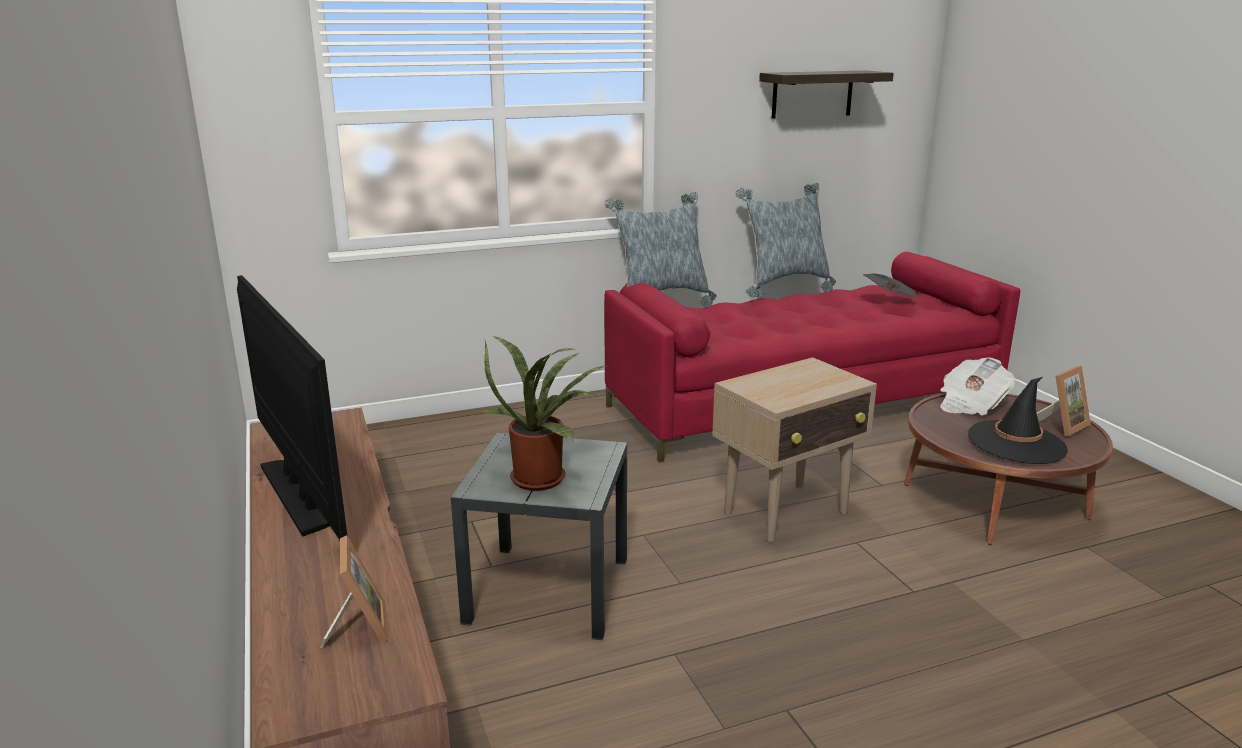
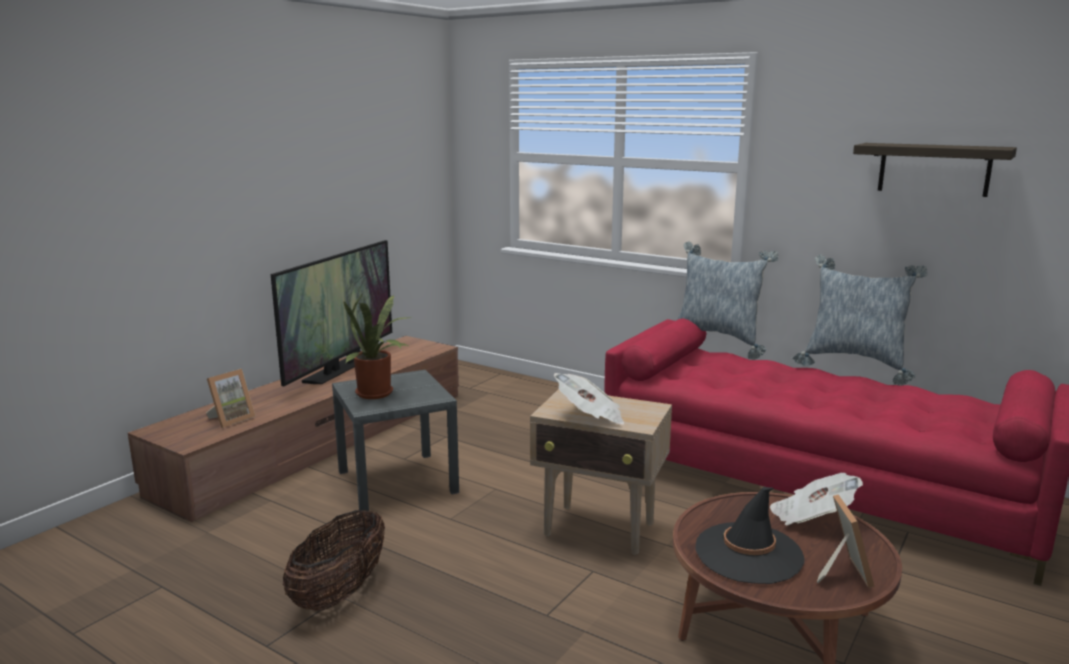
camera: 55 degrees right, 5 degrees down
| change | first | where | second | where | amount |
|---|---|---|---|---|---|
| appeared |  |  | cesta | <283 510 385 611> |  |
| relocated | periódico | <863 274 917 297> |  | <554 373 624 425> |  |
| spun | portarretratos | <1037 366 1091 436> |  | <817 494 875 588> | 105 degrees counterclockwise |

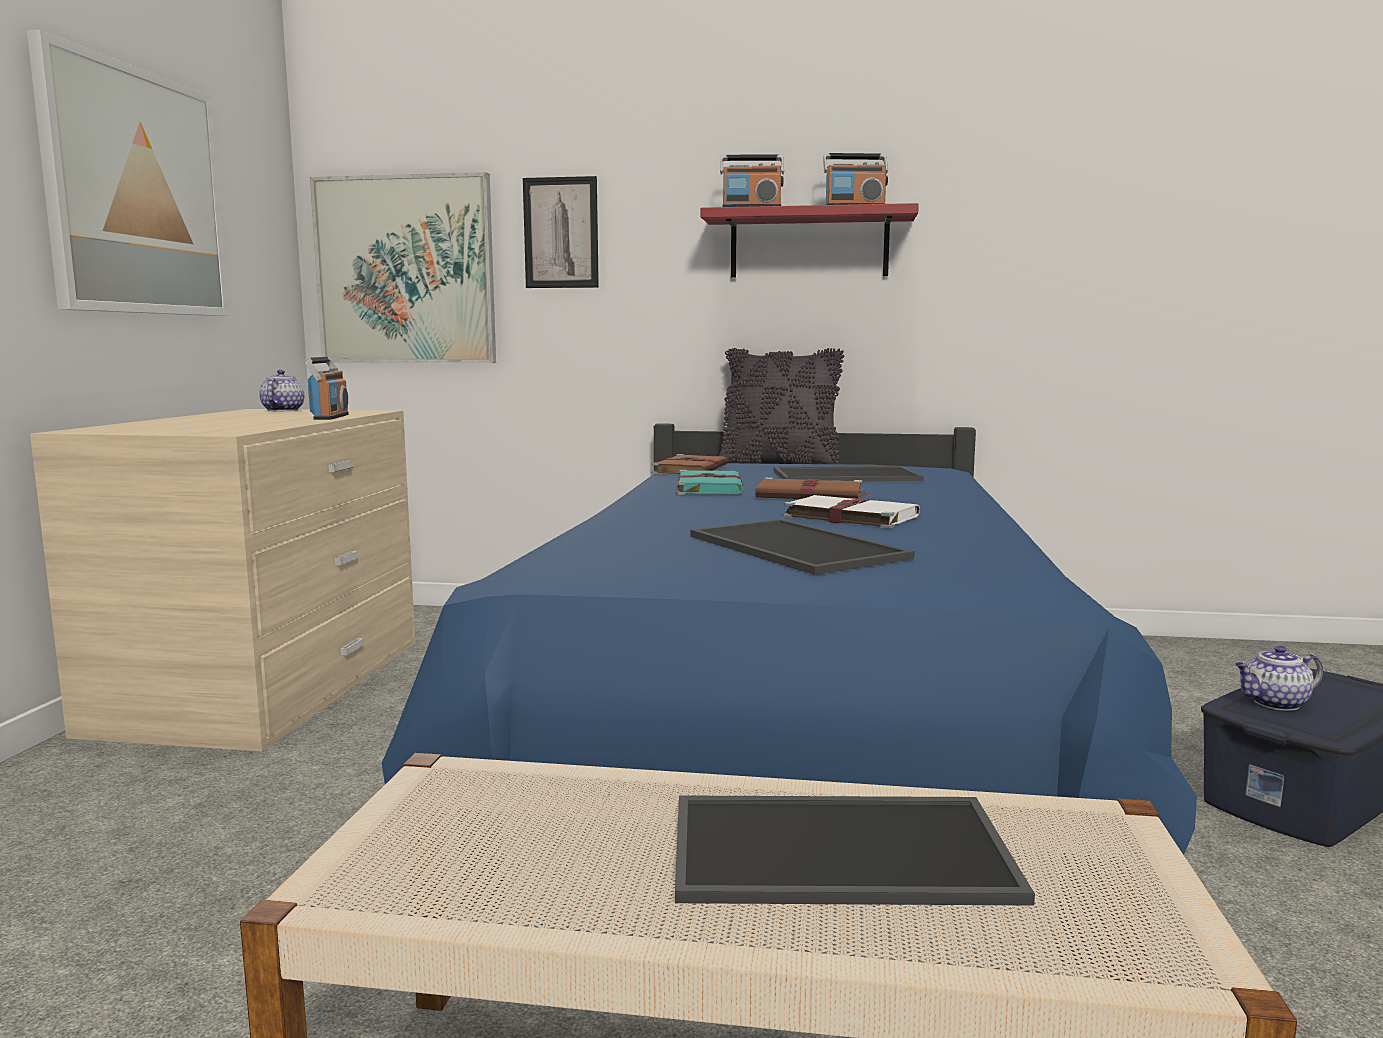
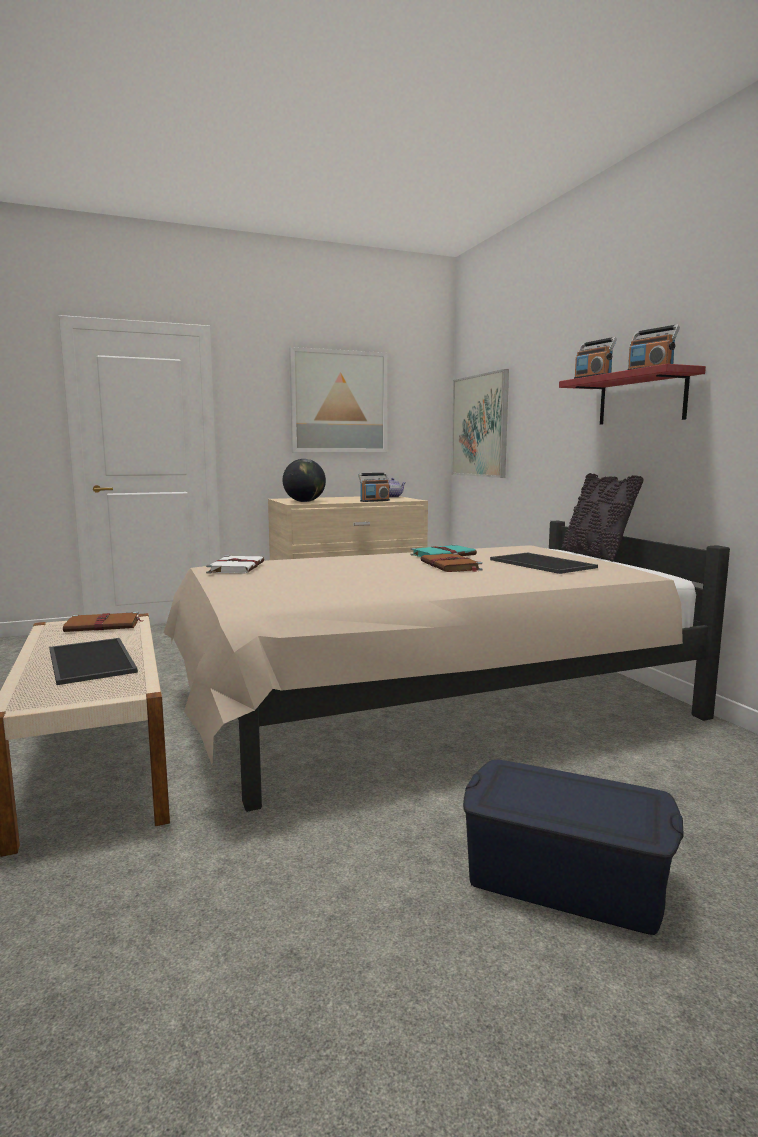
camera: 60 degrees right, 0 degrees up
| change | first | where | second | where | amount |
|---|---|---|---|---|---|
| relocated | libro (marrón) | <651 454 728 474> |  | <63 612 144 632> |  |
| colour | cama (azul) | <382 423 1197 967> | cama (beis) | <164 521 730 812> |  |
| relocated | libro (blanco) | <783 495 920 529> |  | <206 555 264 574> |  |
| appeared |  |  | globo terráqueo | <283 459 326 502> |  |
| missing | cuadro | <523 176 599 288> |  |  |  |
| missing | bandeja | <690 519 914 575> |  |  |  |
| missing | tetera | <1235 646 1323 711> |  |  |  |

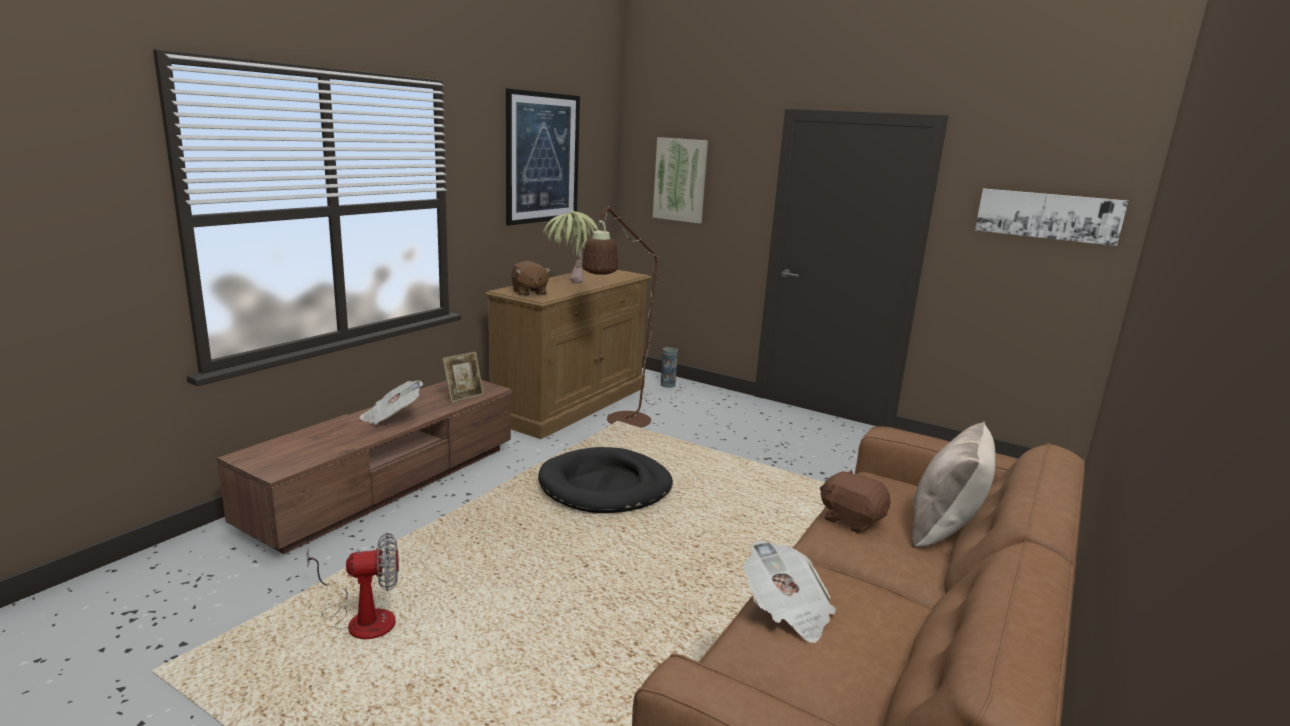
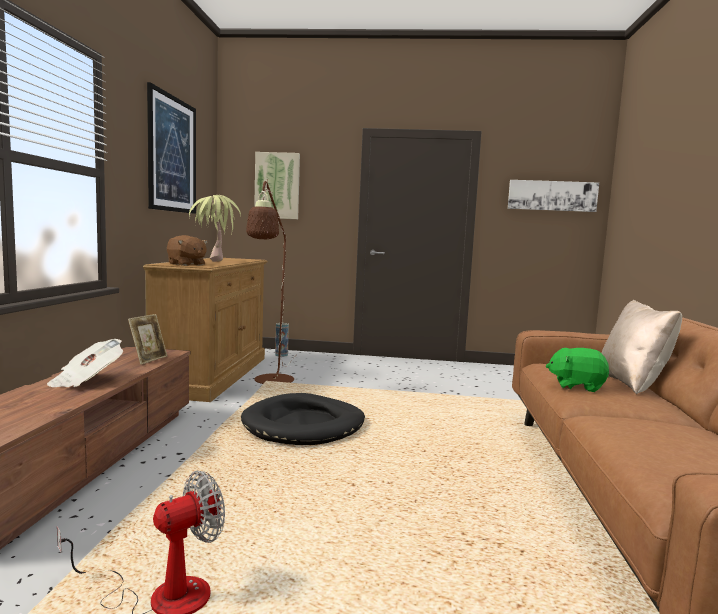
camera: 25 degrees left, 10 degrees down
| change | first | where | second | where | amount |
|---|---|---|---|---|---|
| colour | peluche (marrón) | <820 469 891 533> | peluche (verde) | <546 348 609 392> |  |
| missing | periódico | <743 540 836 643> |  |  |  |

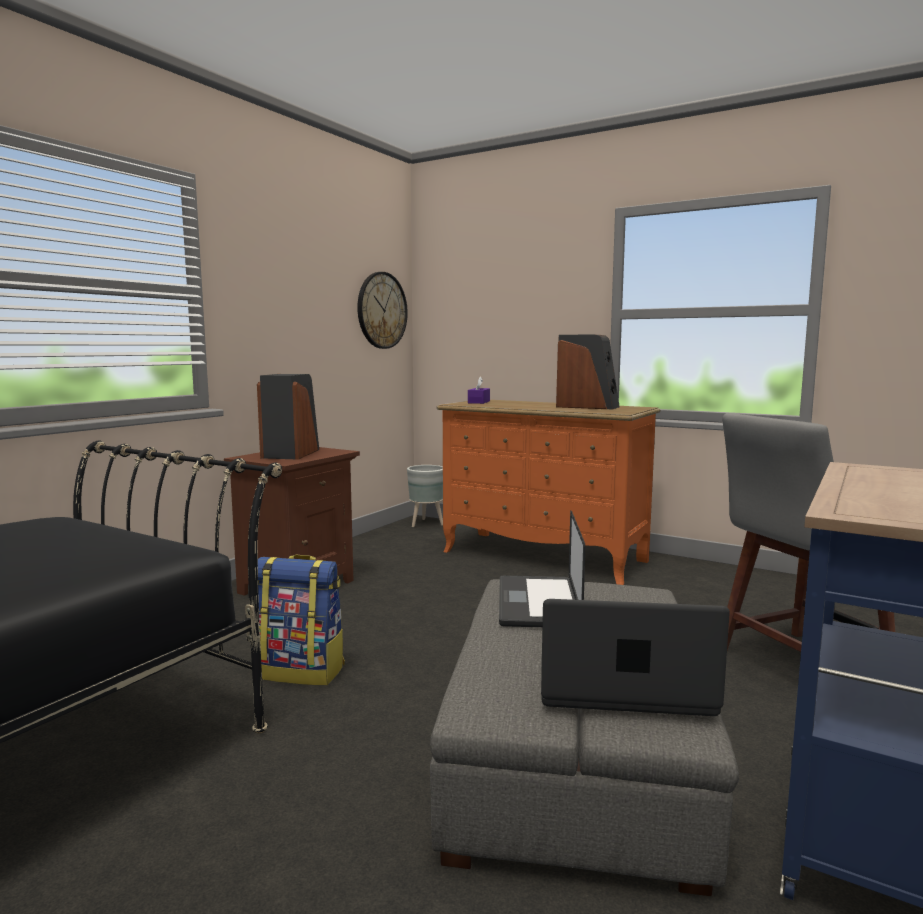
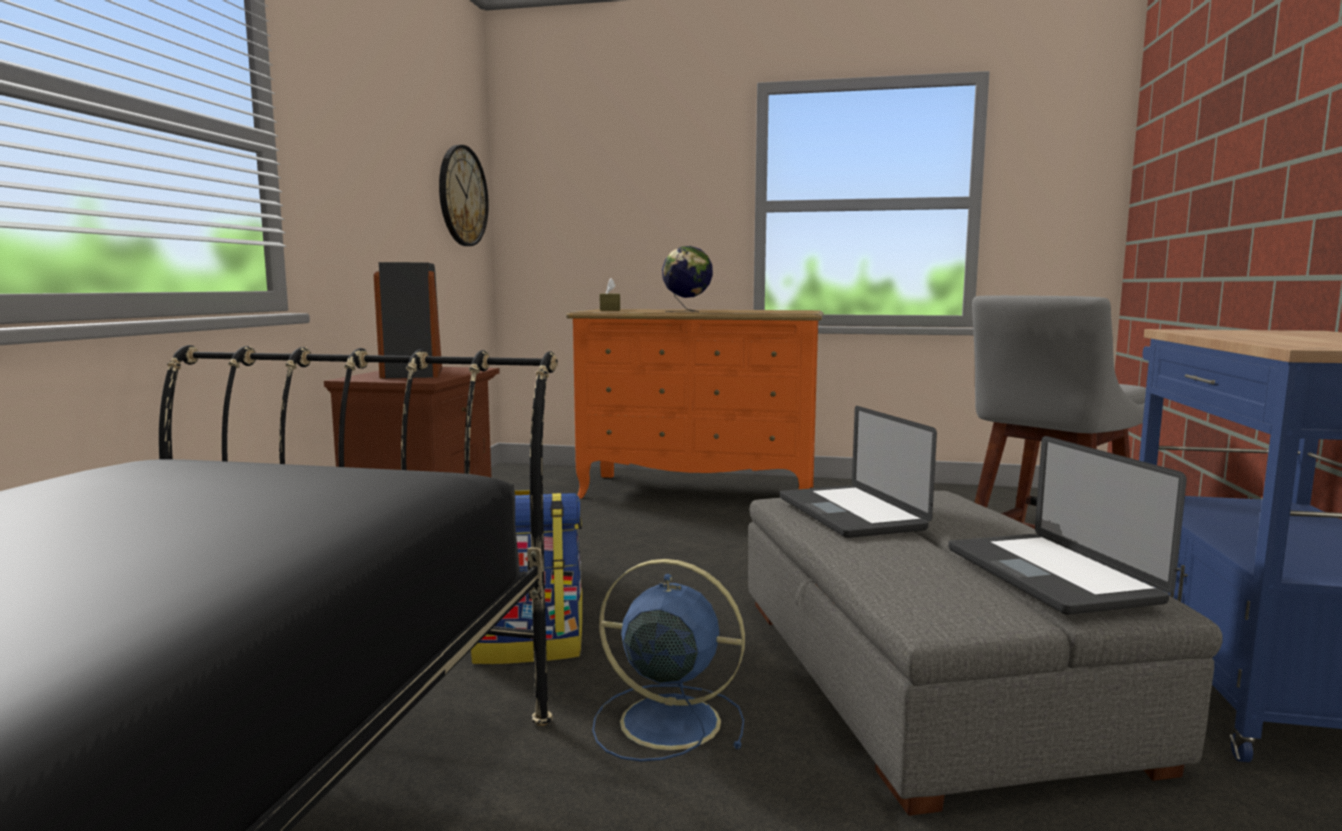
camera: 20 degrees left, 0 degrees up
| change | first | where | second | where | amount |
|---|---|---|---|---|---|
| appeared |  |  | ventilador (azul) | <592 559 745 761> |  |
| colour | caja de pañuelos (morado) | <468 376 490 404> | caja de pañuelos (marrón) | <600 278 620 311> |  |
| appeared |  |  | globo terráqueo | <662 246 713 312> |  |
| spun | portátil | <541 599 730 716> |  | <948 436 1187 615> | 90 degrees counterclockwise |
| missing | maceta (gris) | <407 465 443 527> |  |  |  |
| missing | altavoz | <556 335 620 410> |  |  |  |

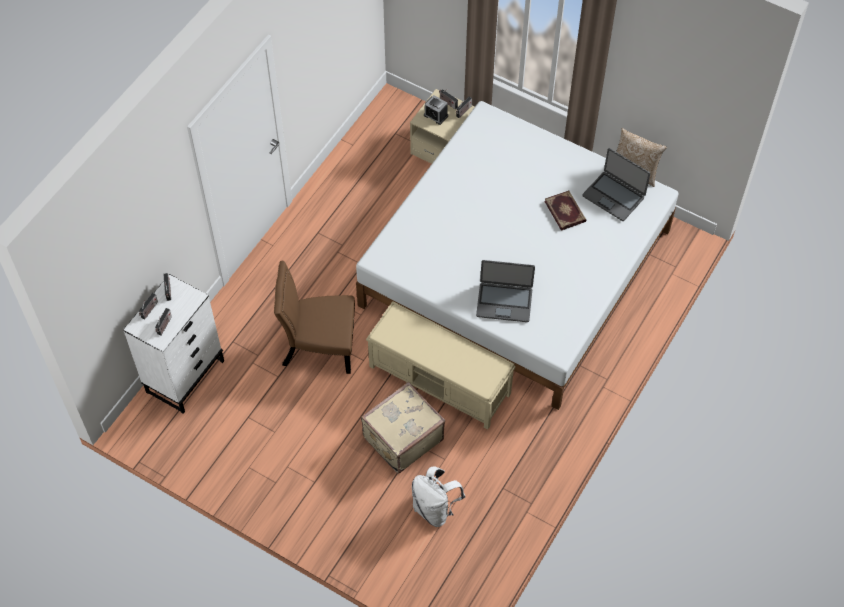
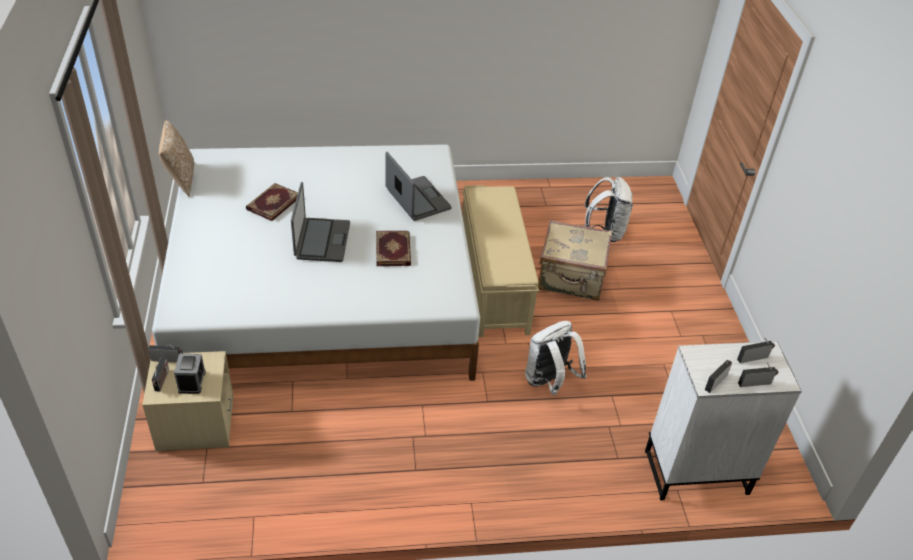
camera: 130 degrees left, 15 degrees down
| change | first | where | second | where | amount |
|---|---|---|---|---|---|
| relocated | portátil | <583 148 650 221> |  | <291 182 350 262> |  |
| appeared |  |  | libro | <376 230 411 266> |  |
| exchanged | silla (marrón) | <274 261 355 374> | mochila (blanco) | <525 321 587 395> |  |

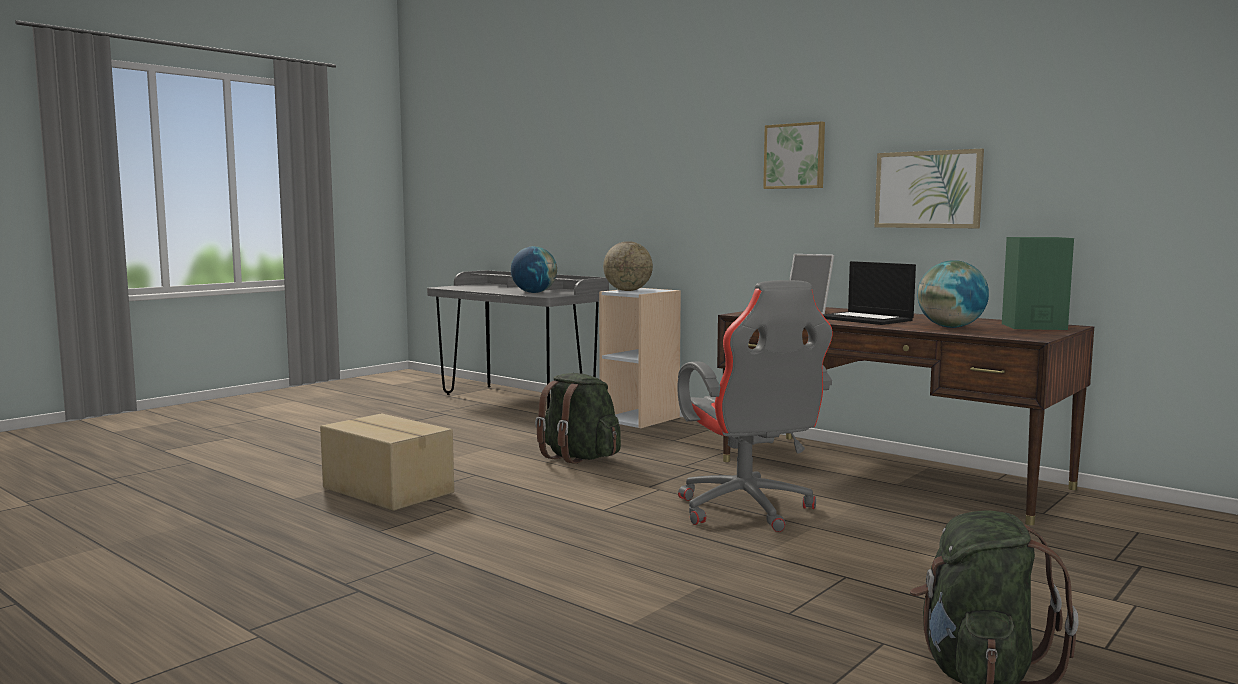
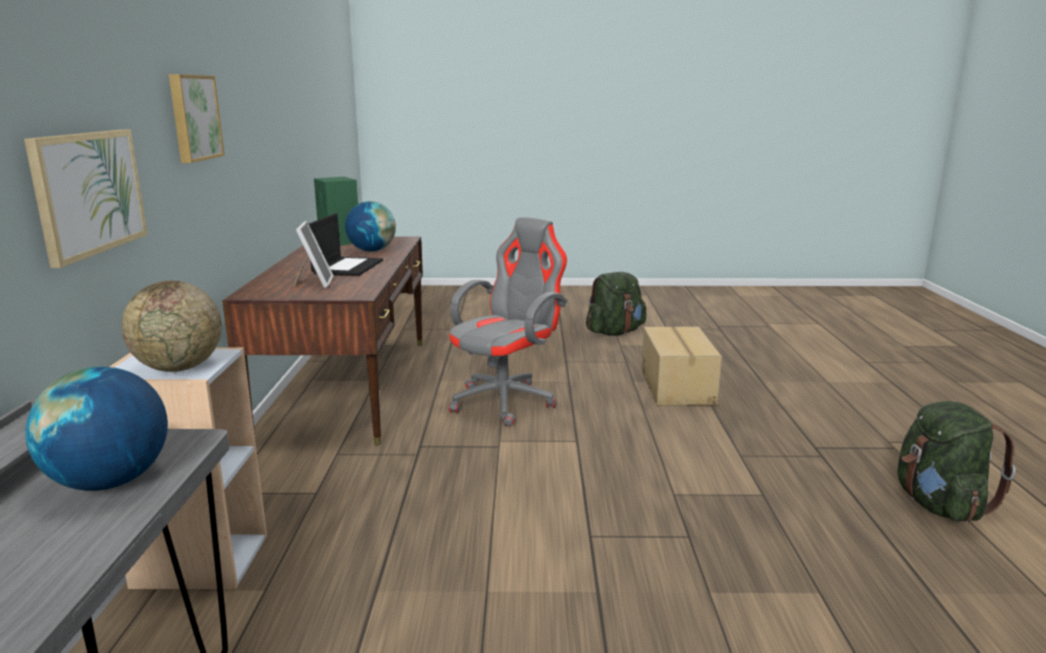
camera: 130 degrees left, 10 degrees up
| change | first | where | second | where | amount |
|---|---|---|---|---|---|
| relocated | cuadro | <875 149 984 228> |  | <24 129 148 268> |  |
| relocated | caja de cartón | <320 413 454 511> |  | <642 327 722 406> |  |
| relocated | mochila (verde) | <535 373 621 464> |  | <898 401 1016 522> |  |

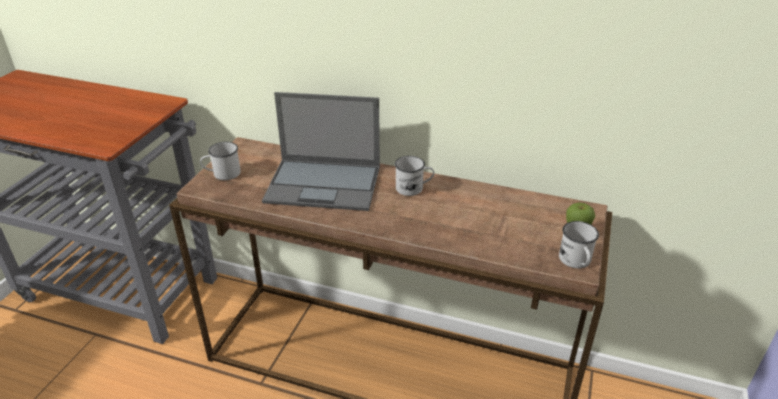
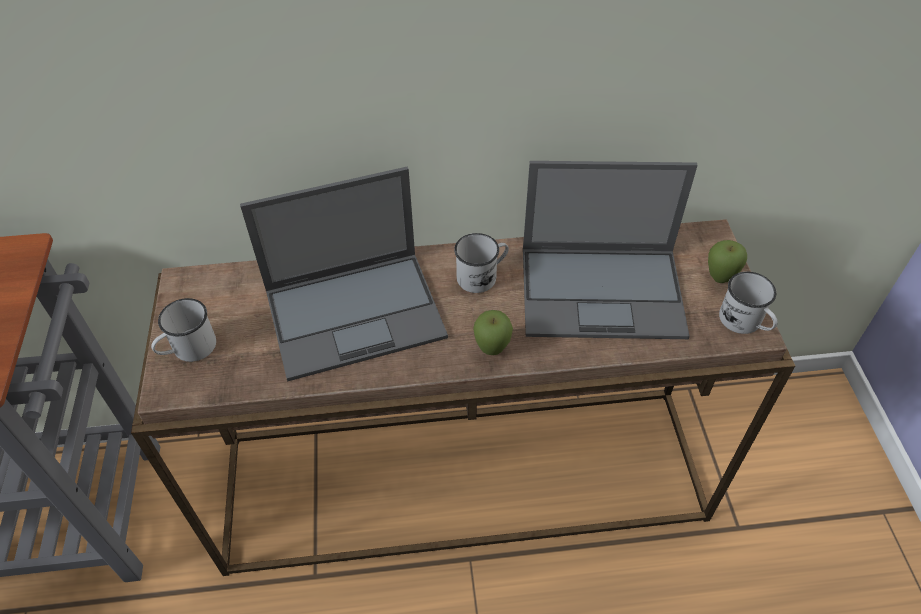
camera: 25 degrees left, 15 degrees up
| change | first | where | second | where | amount |
|---|---|---|---|---|---|
| appeared |  |  | manzana | <473 310 513 355> |  |
| appeared |  |  | portátil | <523 161 698 339> |  |

